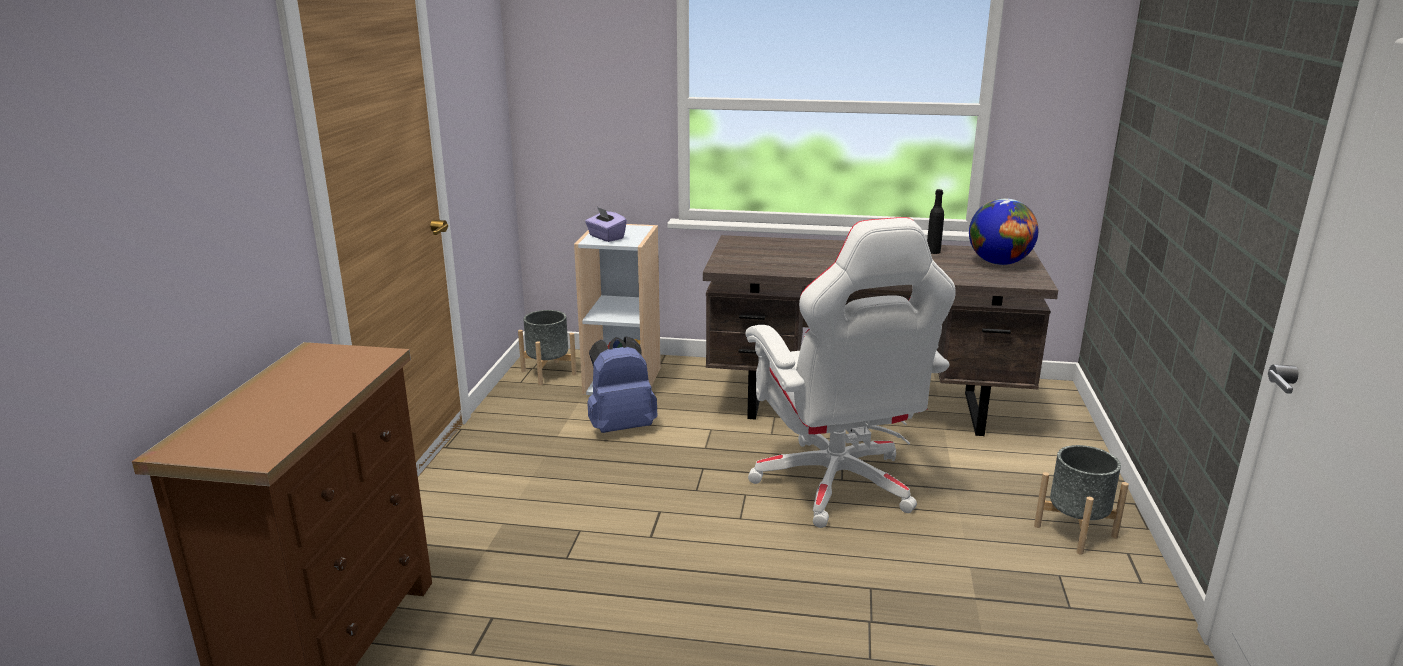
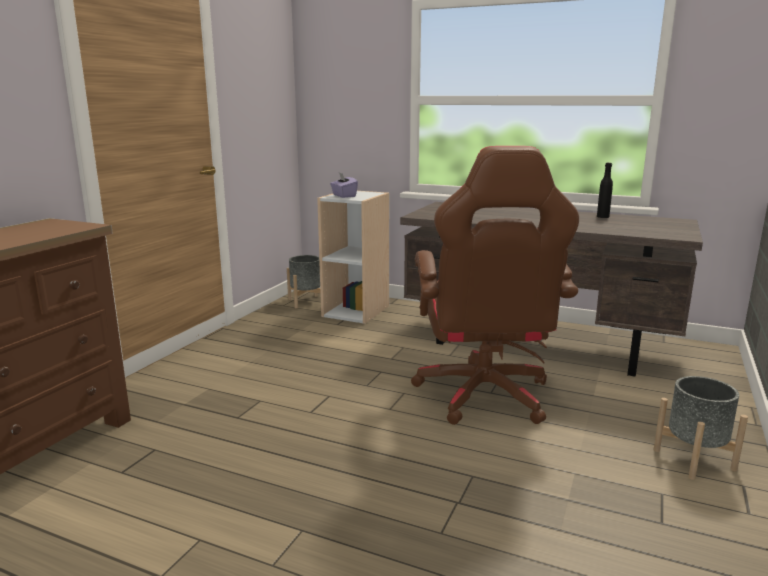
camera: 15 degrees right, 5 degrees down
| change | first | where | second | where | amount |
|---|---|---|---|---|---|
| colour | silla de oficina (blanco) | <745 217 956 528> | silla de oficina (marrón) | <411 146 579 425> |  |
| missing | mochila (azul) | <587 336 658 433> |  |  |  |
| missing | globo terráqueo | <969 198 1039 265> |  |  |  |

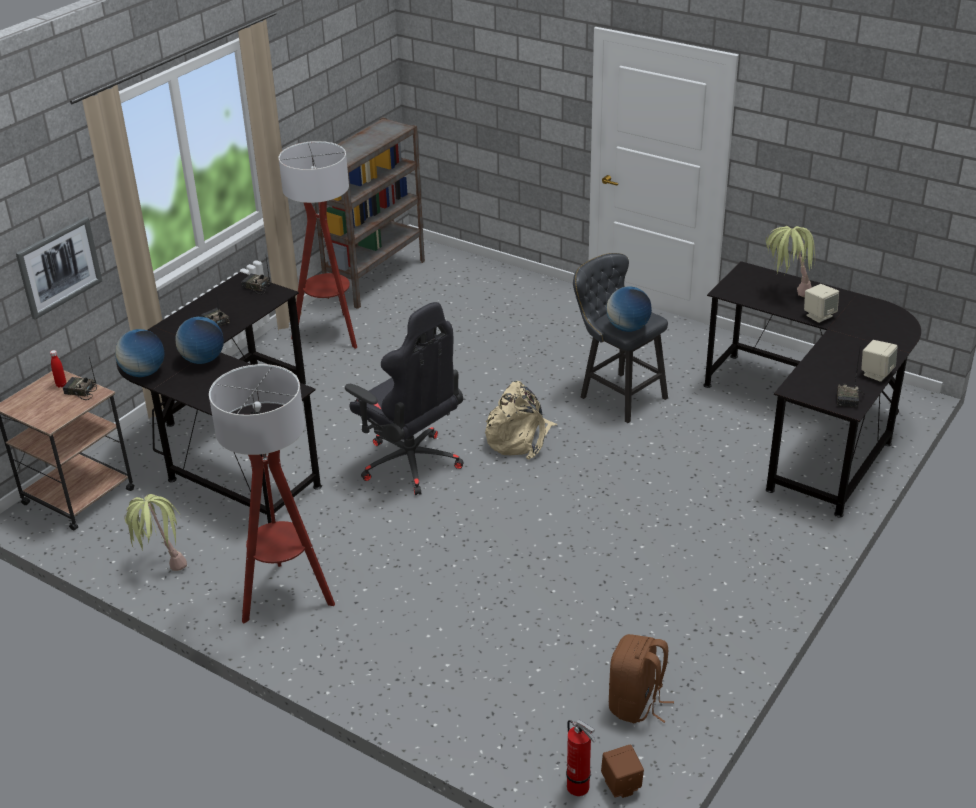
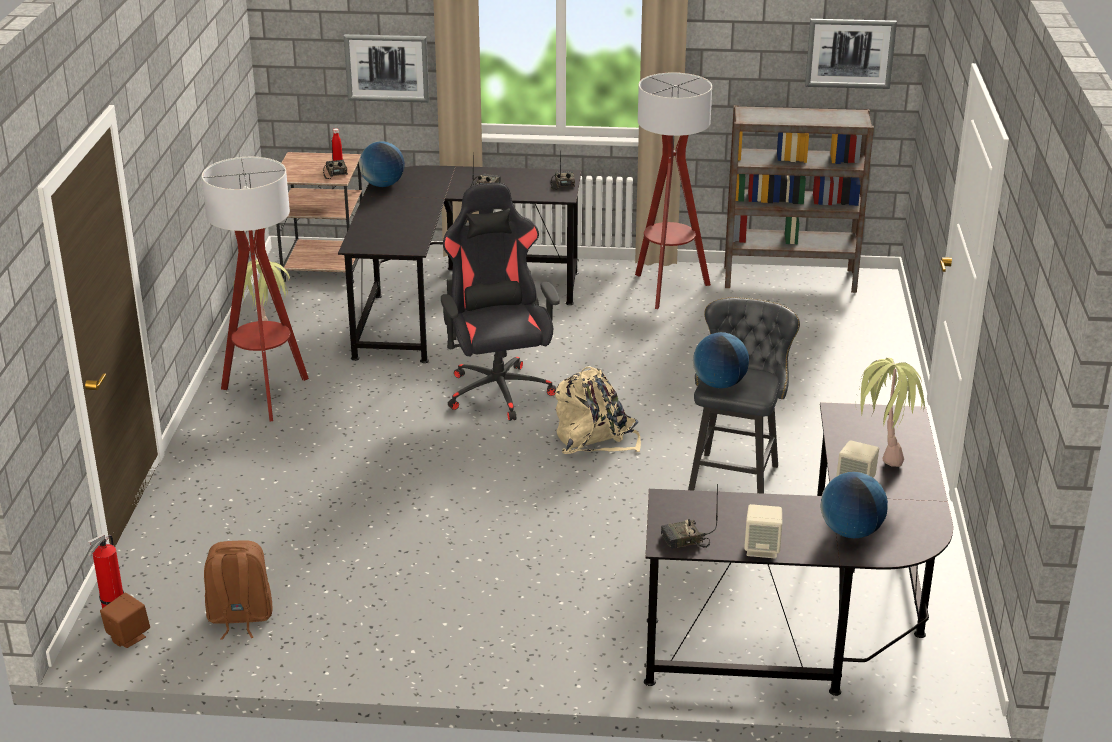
camera: 60 degrees right, 5 degrees down
| change | first | where | second | where | amount |
|---|---|---|---|---|---|
| spun | silla de oficina (negro) | <345 302 464 495> |  | <441 183 560 421> | 150 degrees clockwise |
| appeared |  |  | cuadro | <805 19 897 89> |  |
| relocated | globo terráqueo | <175 317 224 364> |  | <821 472 888 538> |  |

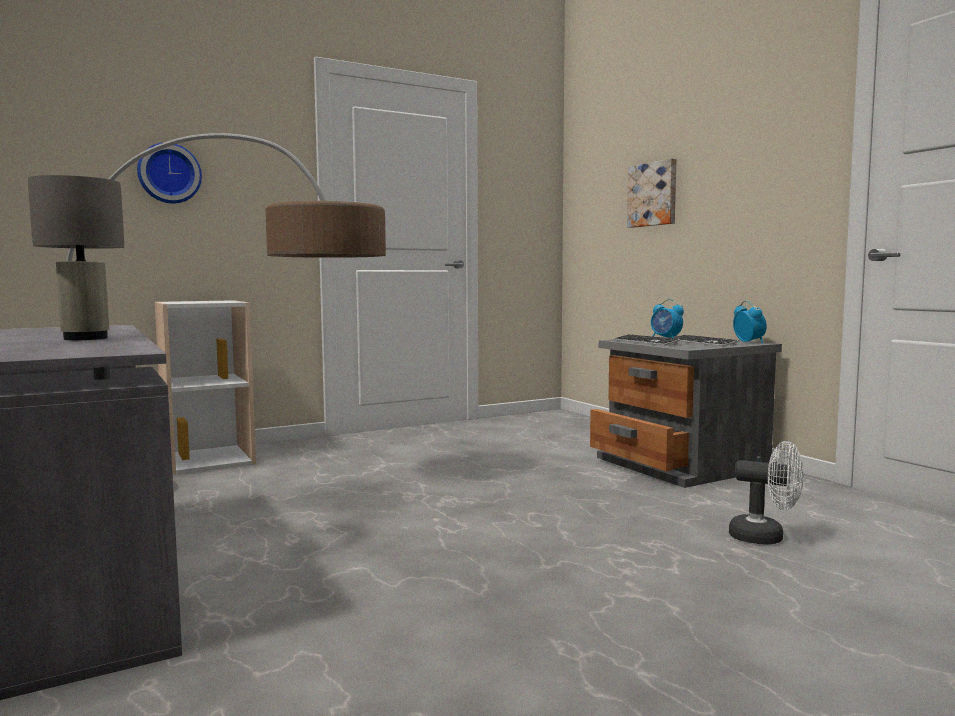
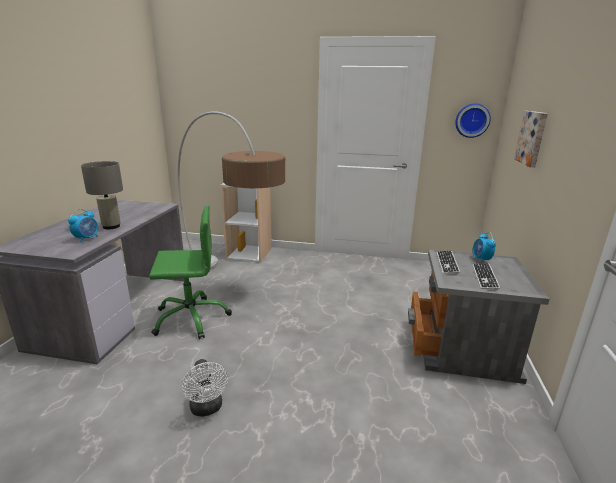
camera: 40 degrees right, 15 degrees up
| change | first | where | second | where | amount |
|---|---|---|---|---|---|
| relocated | despertador | <733 300 767 343> |  | <68 209 98 243> |  |
| appeared |  |  | silla de oficina (verde) | <149 206 232 339> |  |
| relocated | ventilador (blanco) | <729 441 804 545> |  | <182 359 228 417> |  |
| relocated | reloj de pared | <137 143 202 204> |  | <455 103 491 138> |  |

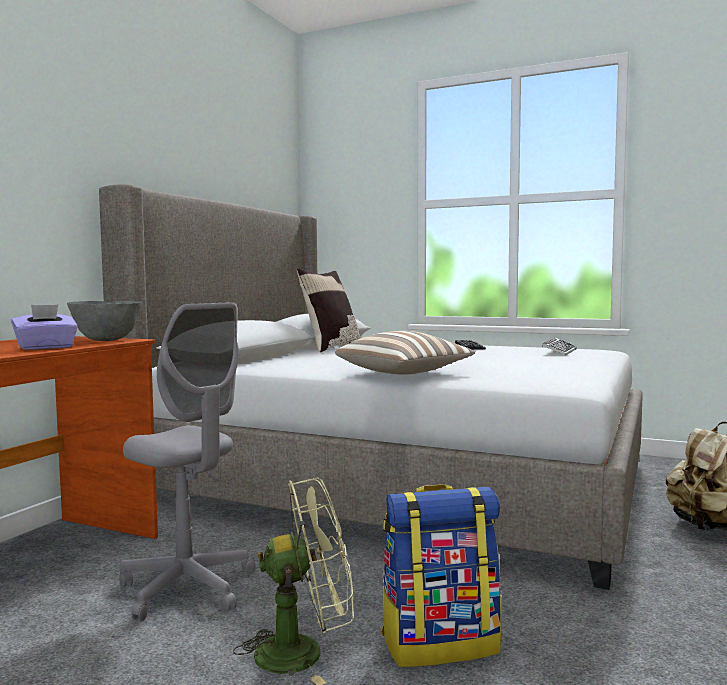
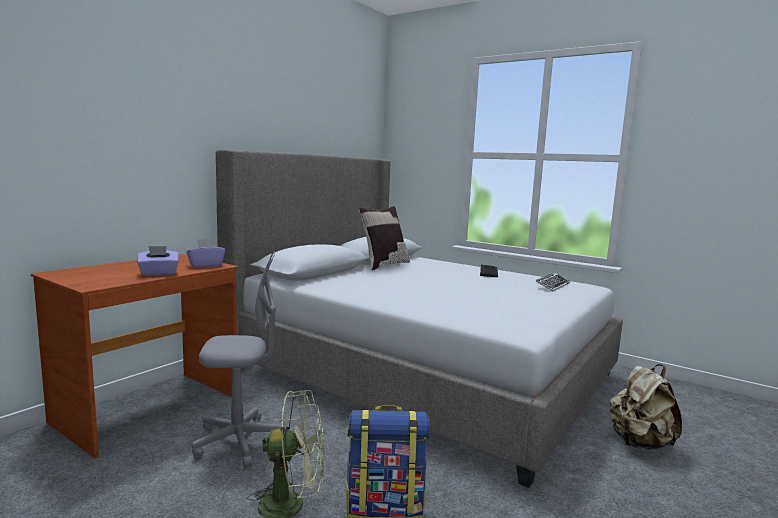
camera: 10 degrees right, 5 degrees up
| change | first | where | second | where | amount |
|---|---|---|---|---|---|
| exchanged | cuenco (gris) | <67 301 143 341> | caja de pañuelos (morado) | <186 239 225 268> |  |
| spun | silla de oficina (gris) | <119 302 255 621> |  | <192 251 285 468> | 60 degrees counterclockwise |
| missing | cojín | <335 331 475 374> |  |  |  |

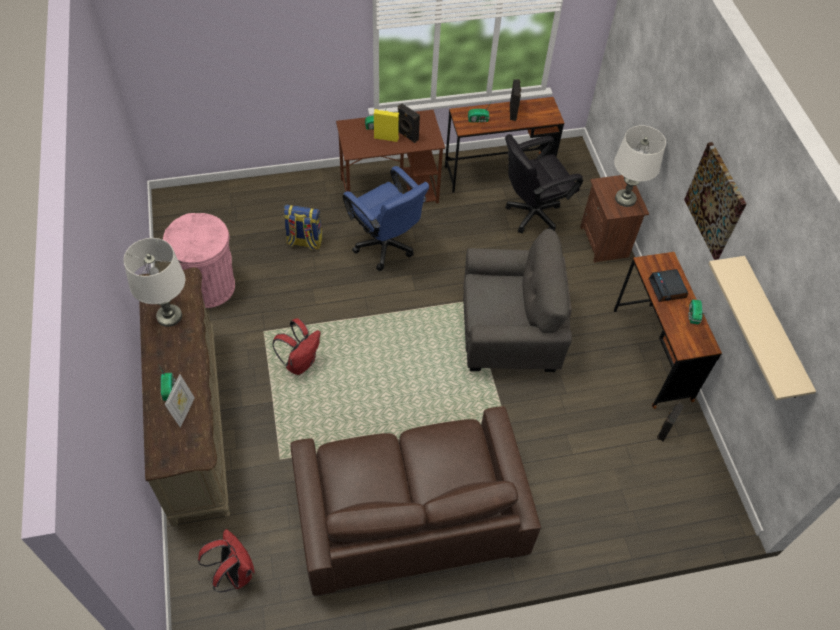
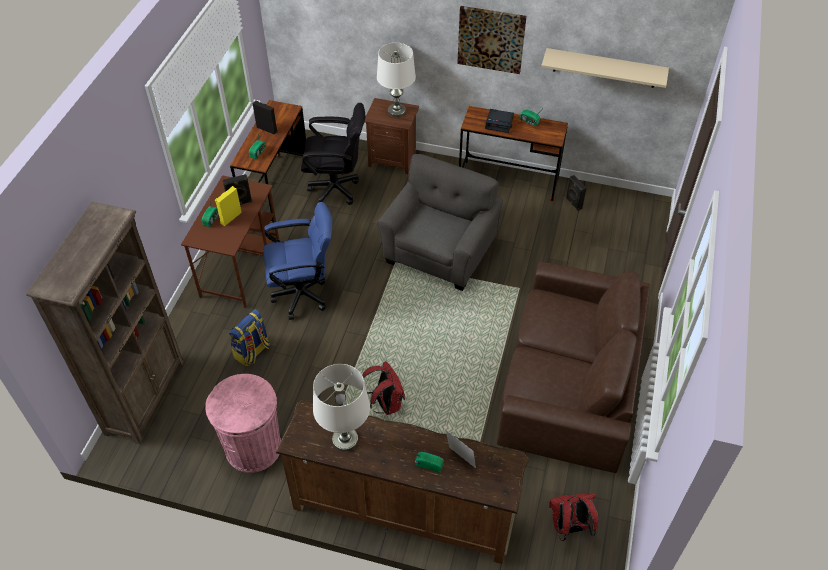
camera: 60 degrees left, 5 degrees down
| change | first | where | second | where | amount |
|---|---|---|---|---|---|
| appeared |  |  | estantería (marrón) | <26 202 184 444> |  |
| spun | silla de oficina (negro) | <505 134 583 234> |  | <301 103 365 205> | 90 degrees counterclockwise |

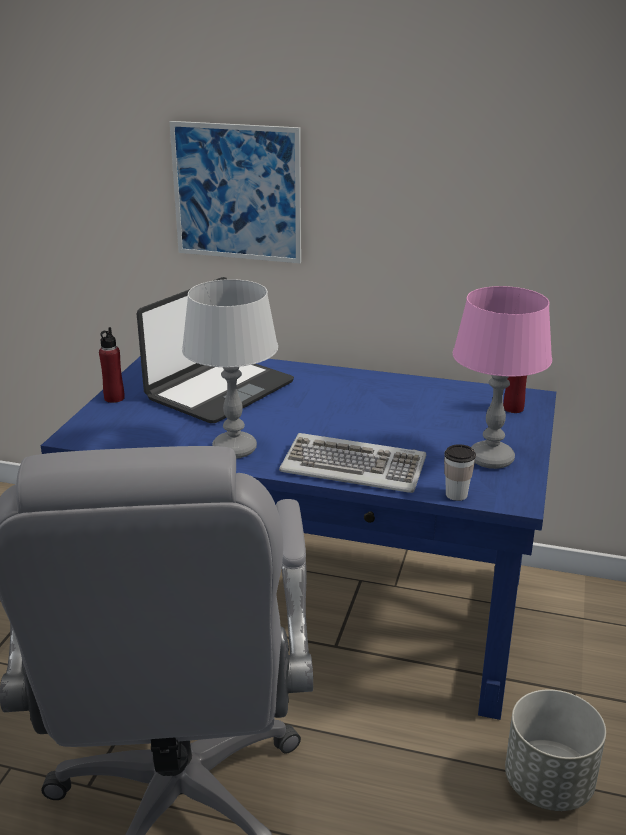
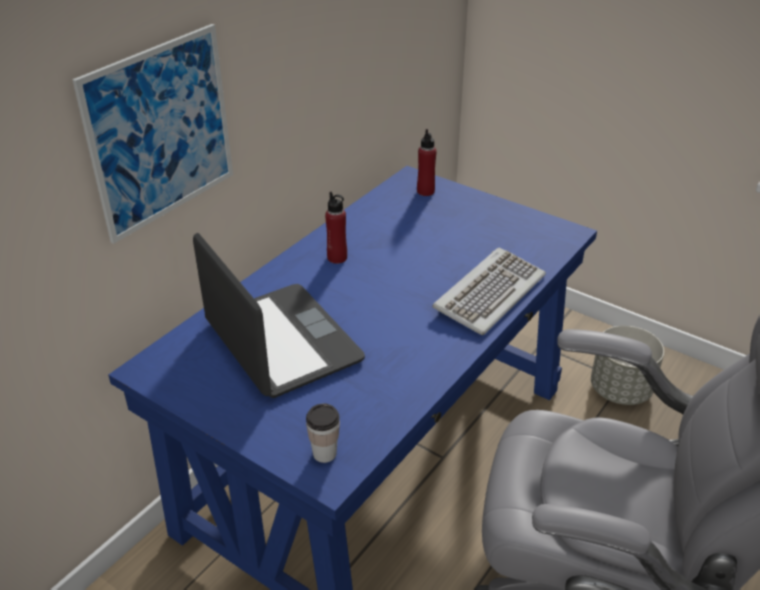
camera: 70 degrees left, 10 degrees up
| change | first | where | second | where | amount |
|---|---|---|---|---|---|
| relocated | taza | <444 444 476 501> |  | <306 403 340 463> |  |
| relocated | botella (rojo) | <99 327 125 403> |  | <325 192 347 264> |  |
| missing | lámpara de mesa (gris) | <182 279 278 459> |  |  |  |
| missing | lámpara de mesa (rosa) | <452 286 552 469> |  |  |  |

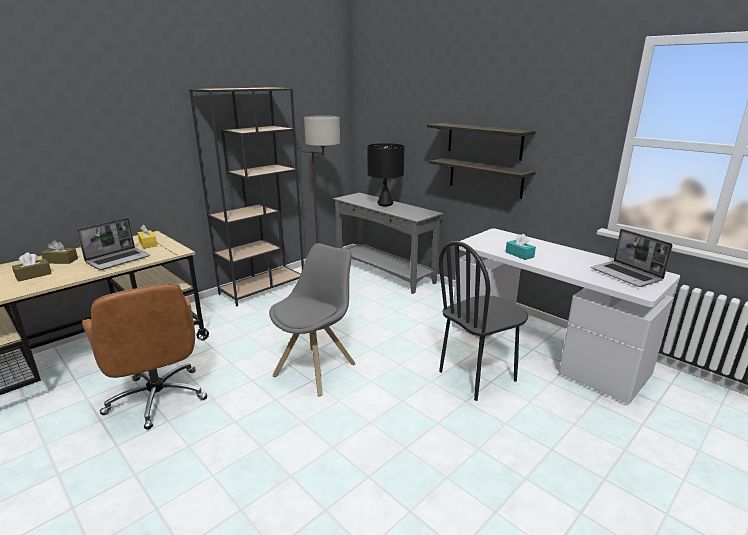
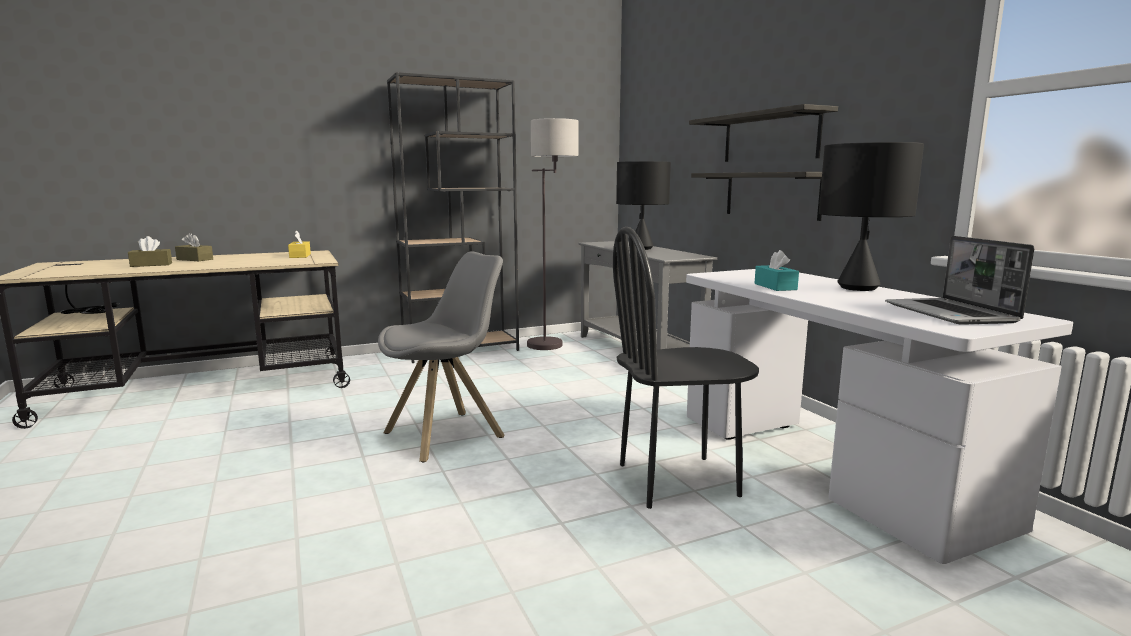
camera: 20 degrees right, 10 degrees down
| change | first | where | second | where | amount |
|---|---|---|---|---|---|
| appeared |  |  | lámpara de mesa (negro) | <819 142 924 291> |  |
| missing | portátil | <77 218 151 270> |  |  |  |
| missing | silla de oficina (marrón) | <82 284 207 430> |  |  |  |

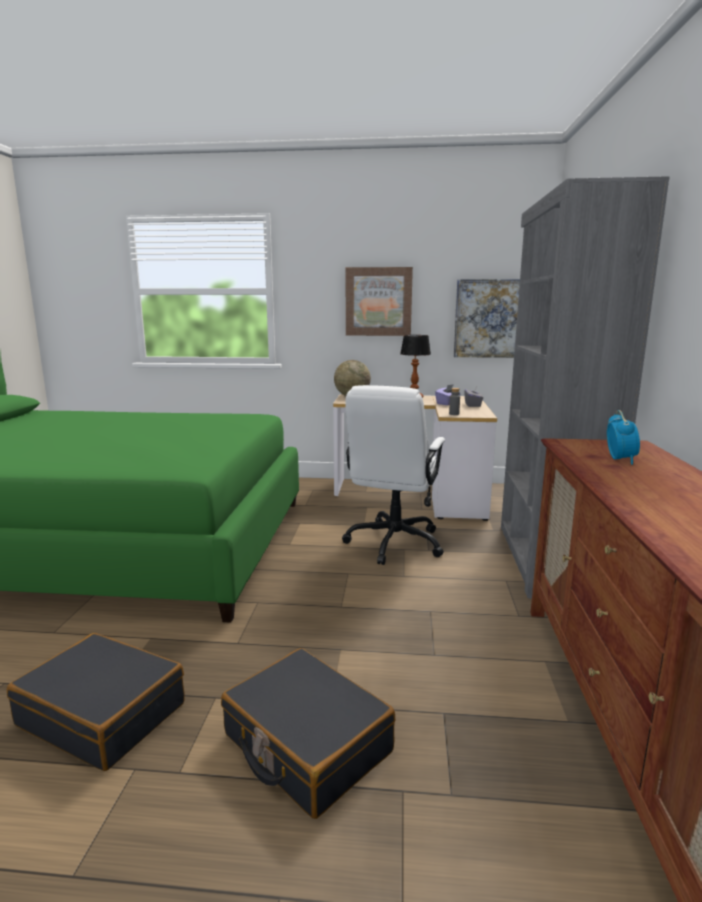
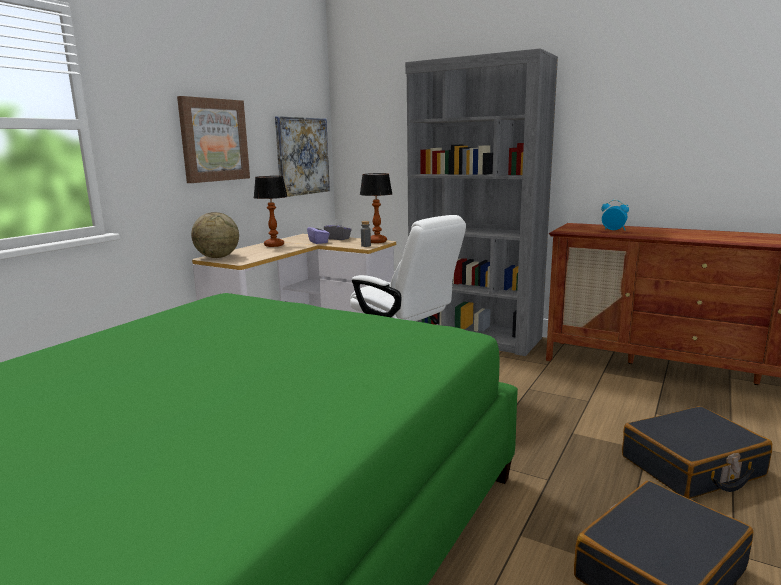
camera: 65 degrees left, 0 degrees up
| change | first | where | second | where | amount |
|---|---|---|---|---|---|
| appeared |  |  | lámpara de mesa | <360 173 392 243> |  |

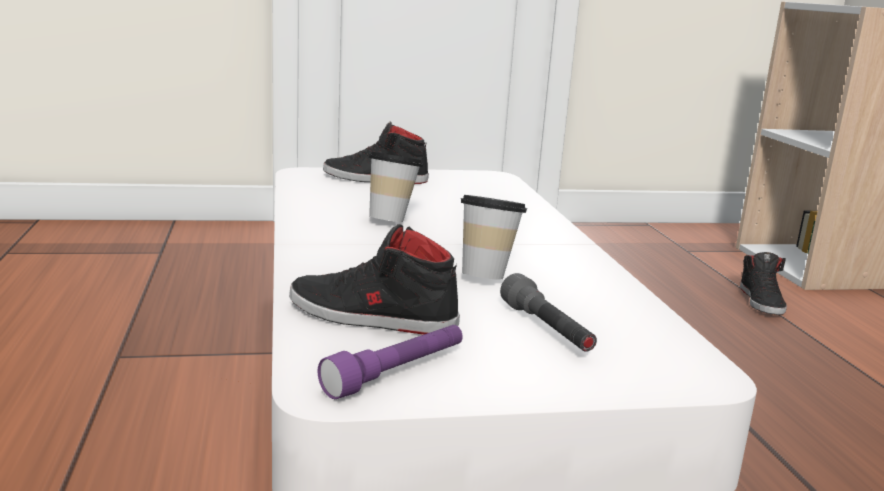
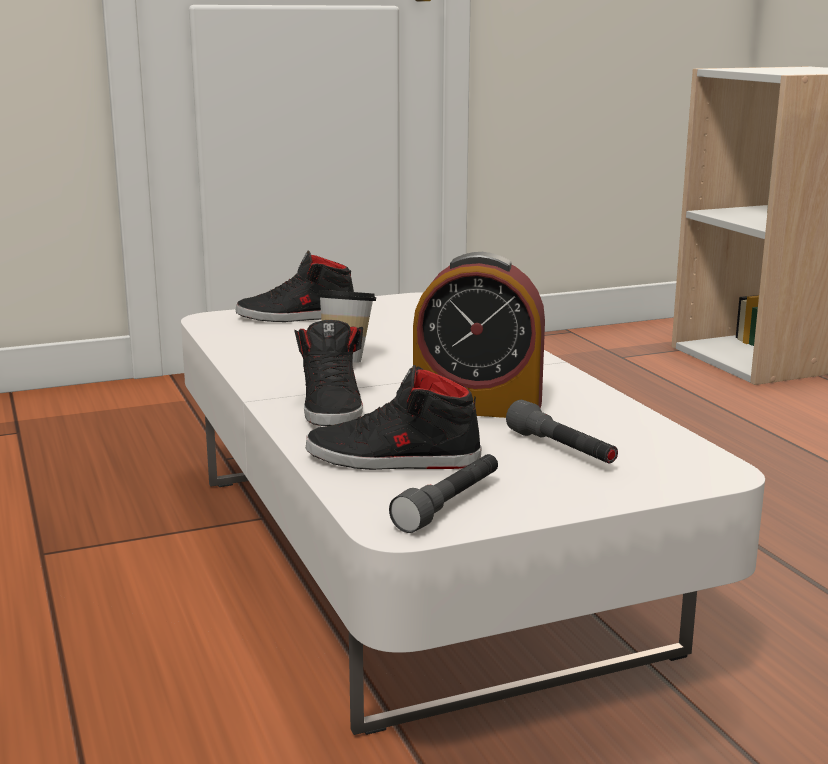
camera: 10 degrees left, 0 degrees up
| change | first | where | second | where | amount |
|---|---|---|---|---|---|
| relocated | zapato (negro) | <740 252 787 315> |  | <294 320 363 426> |  |
| colour | linterna (morado) | <318 325 462 399> | linterna (gris) | <389 454 498 533> |  |
| exchanged | taza | <461 195 527 280> | despertador | <413 252 545 418> |  |

